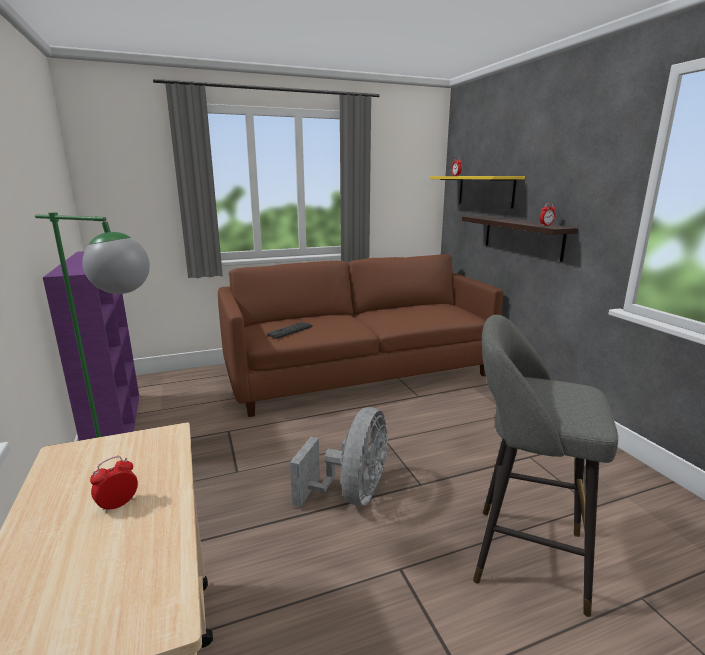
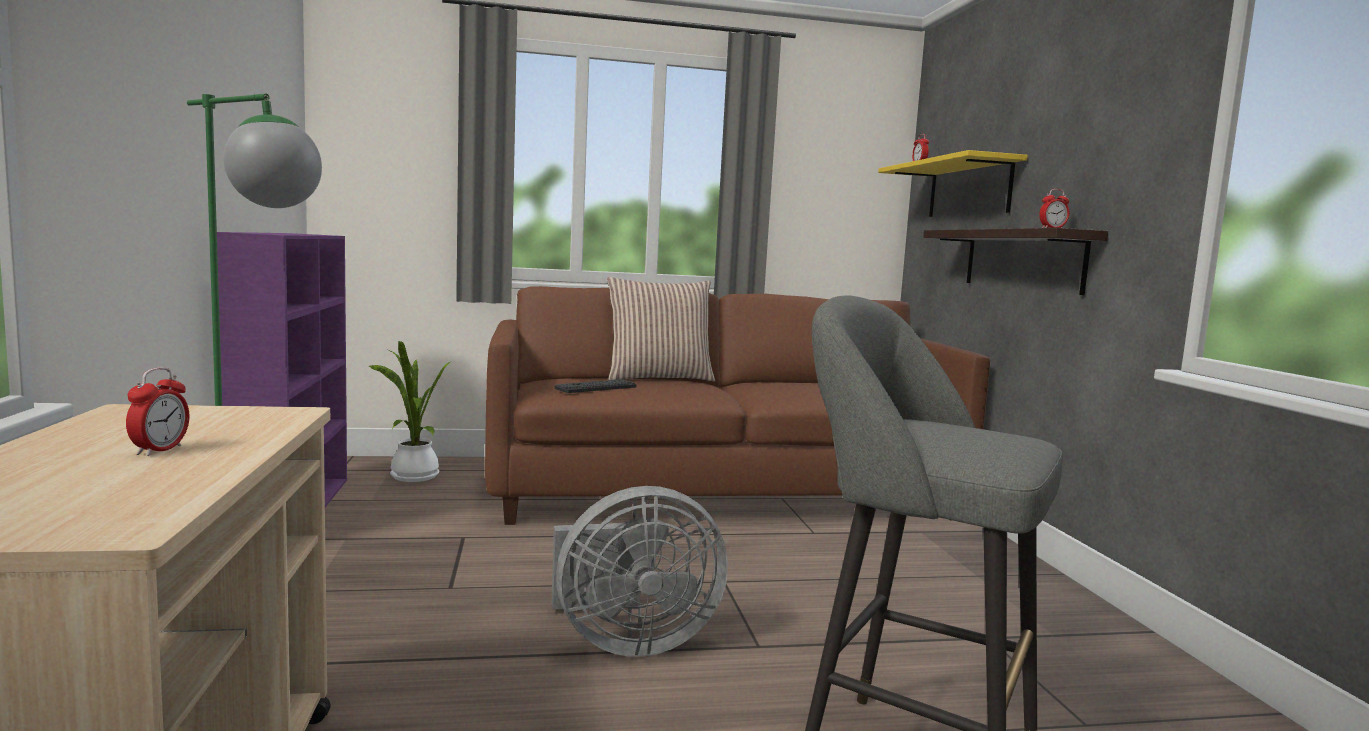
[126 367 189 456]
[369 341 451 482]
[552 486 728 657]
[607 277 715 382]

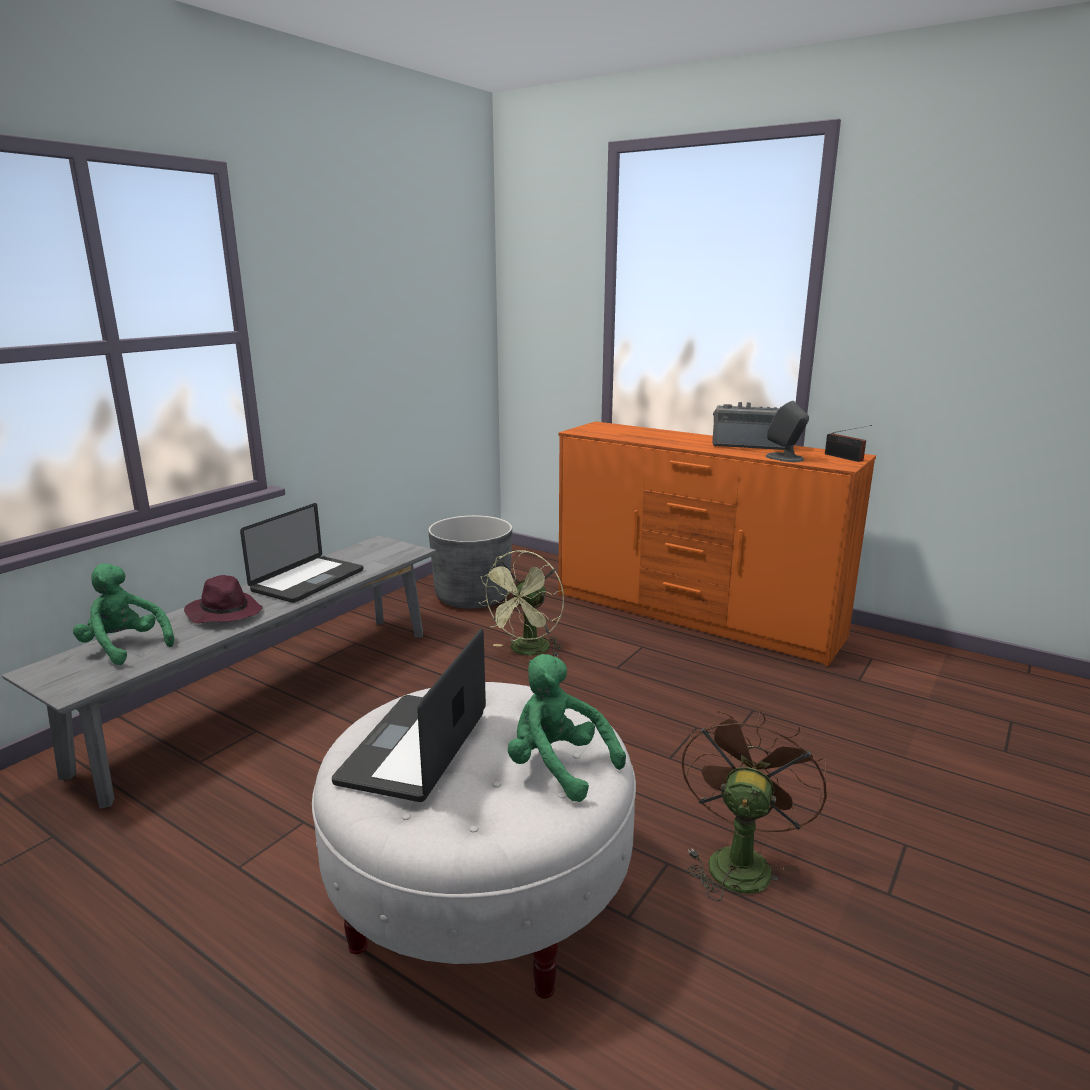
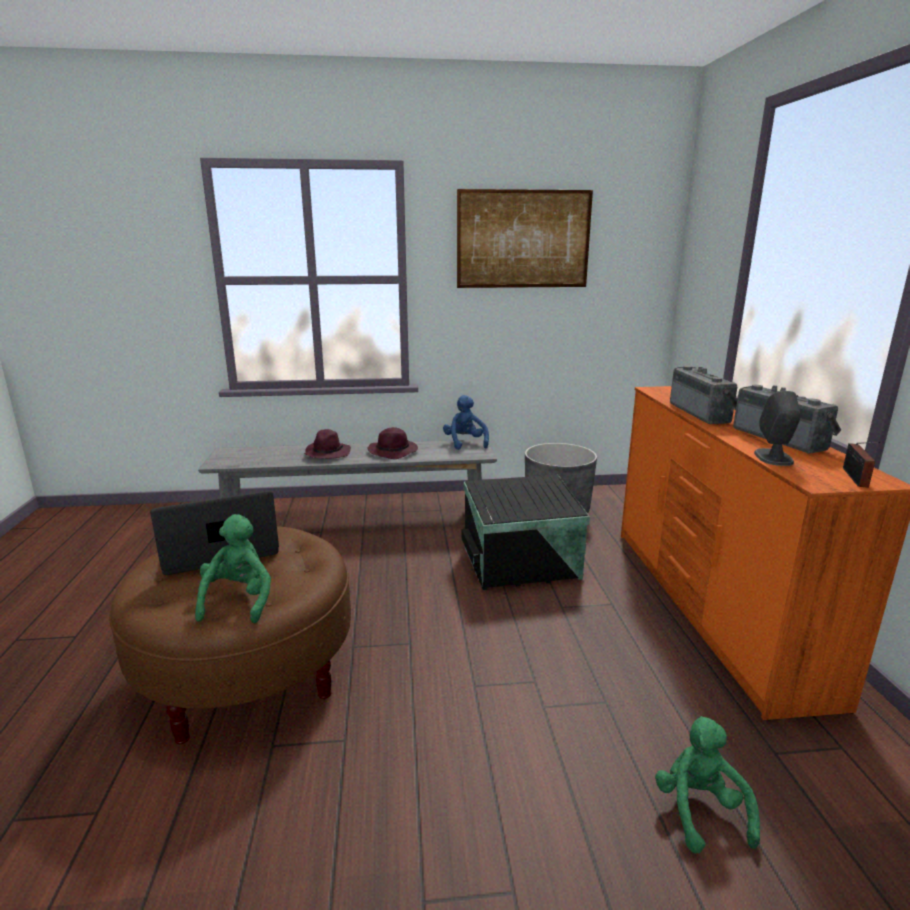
[109 526 351 744]
[367 427 418 459]
[443 395 489 450]
[457 189 593 288]
[462 475 590 590]
[655 716 760 853]
[670 366 737 424]
[682 709 827 901] (first image)

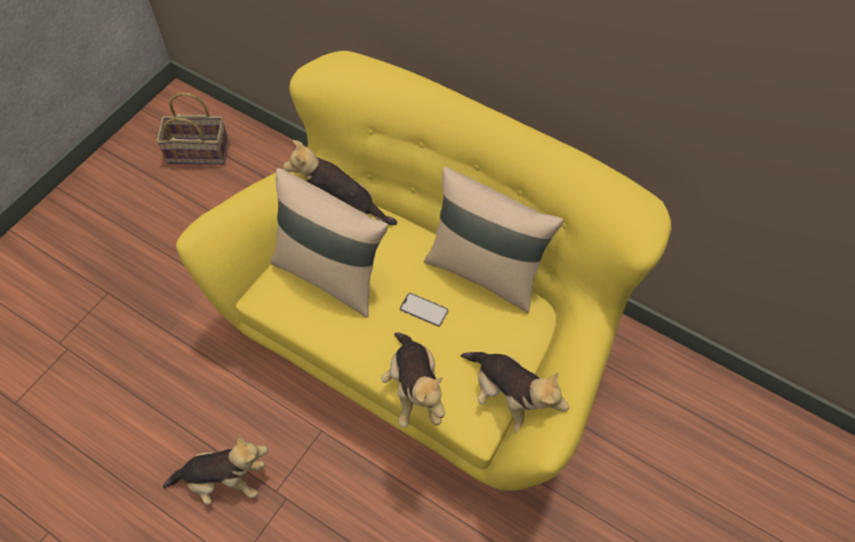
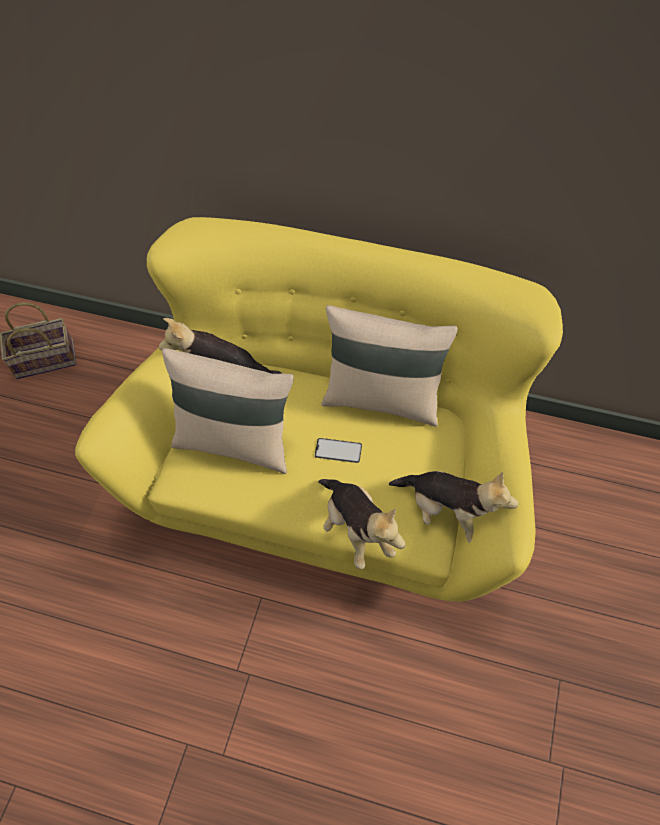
[163 435 268 505] (first image)

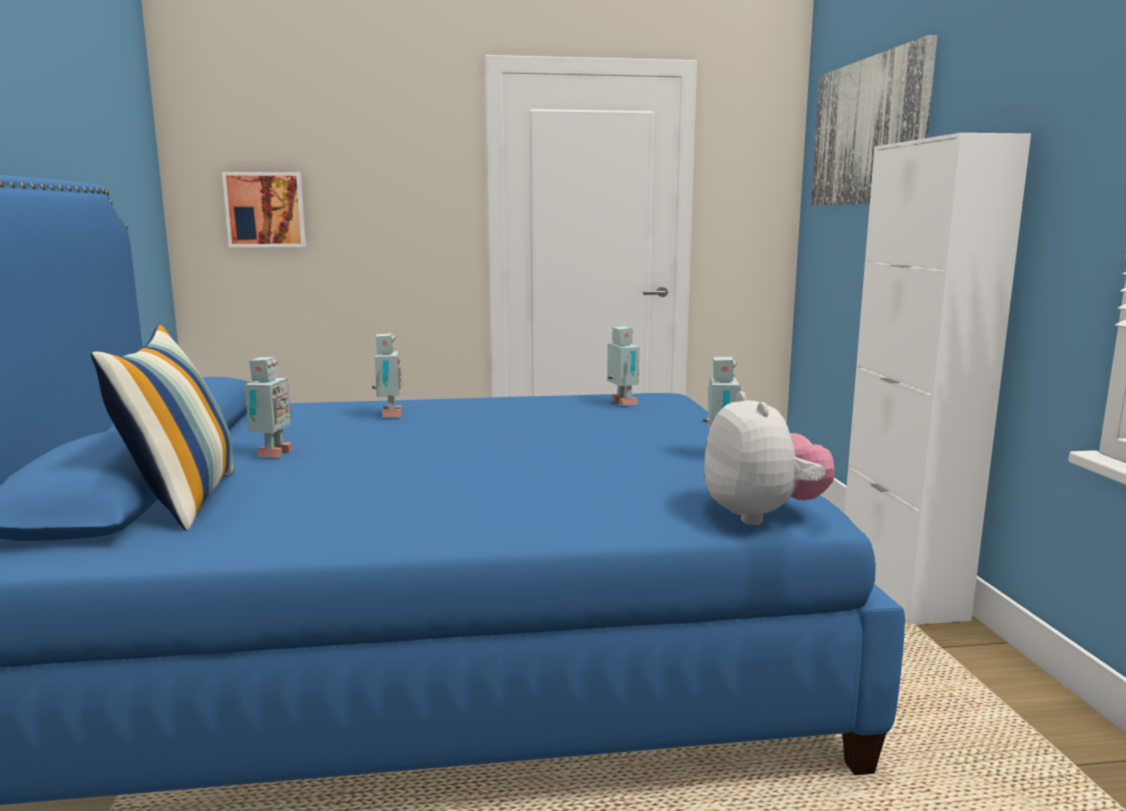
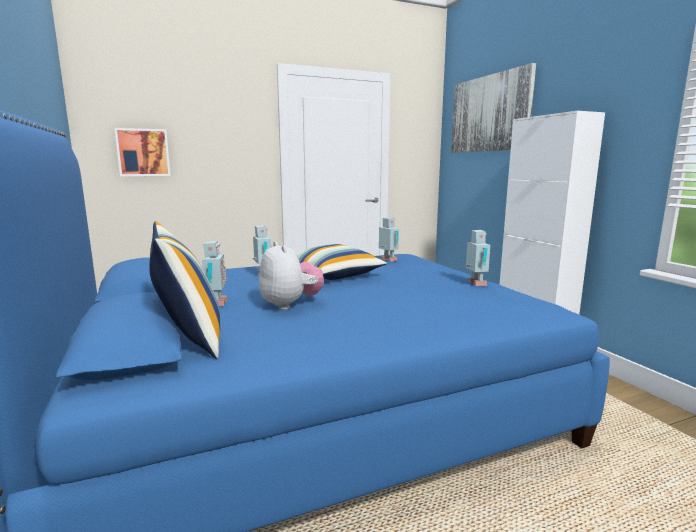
[259 241 324 310]
[296 244 387 280]

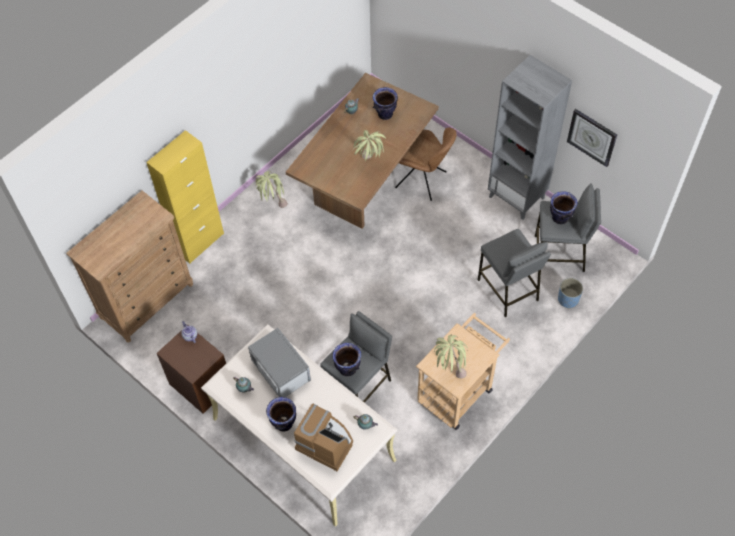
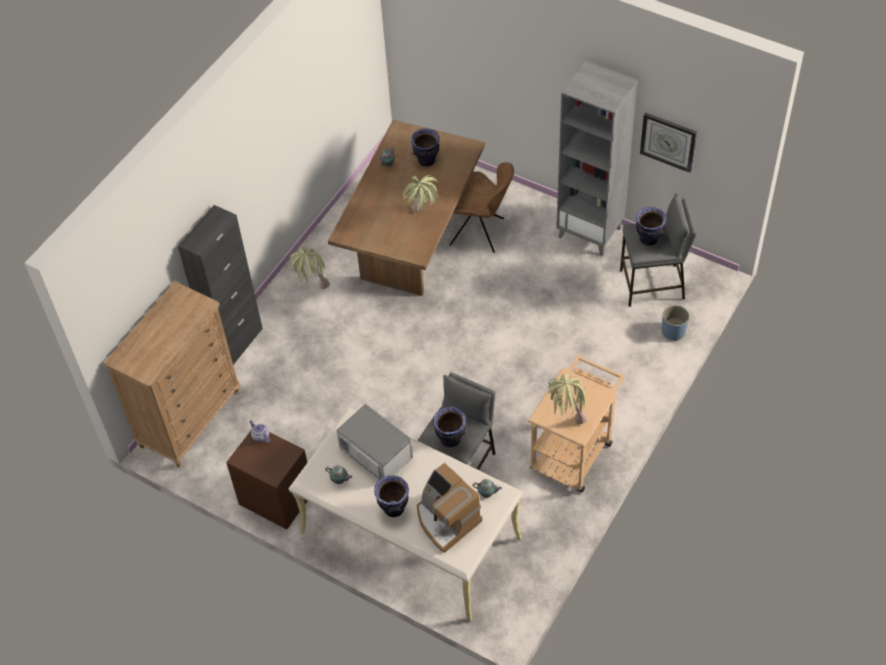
[178 205 263 365]
[417 463 482 553]
[478 229 551 318] (first image)

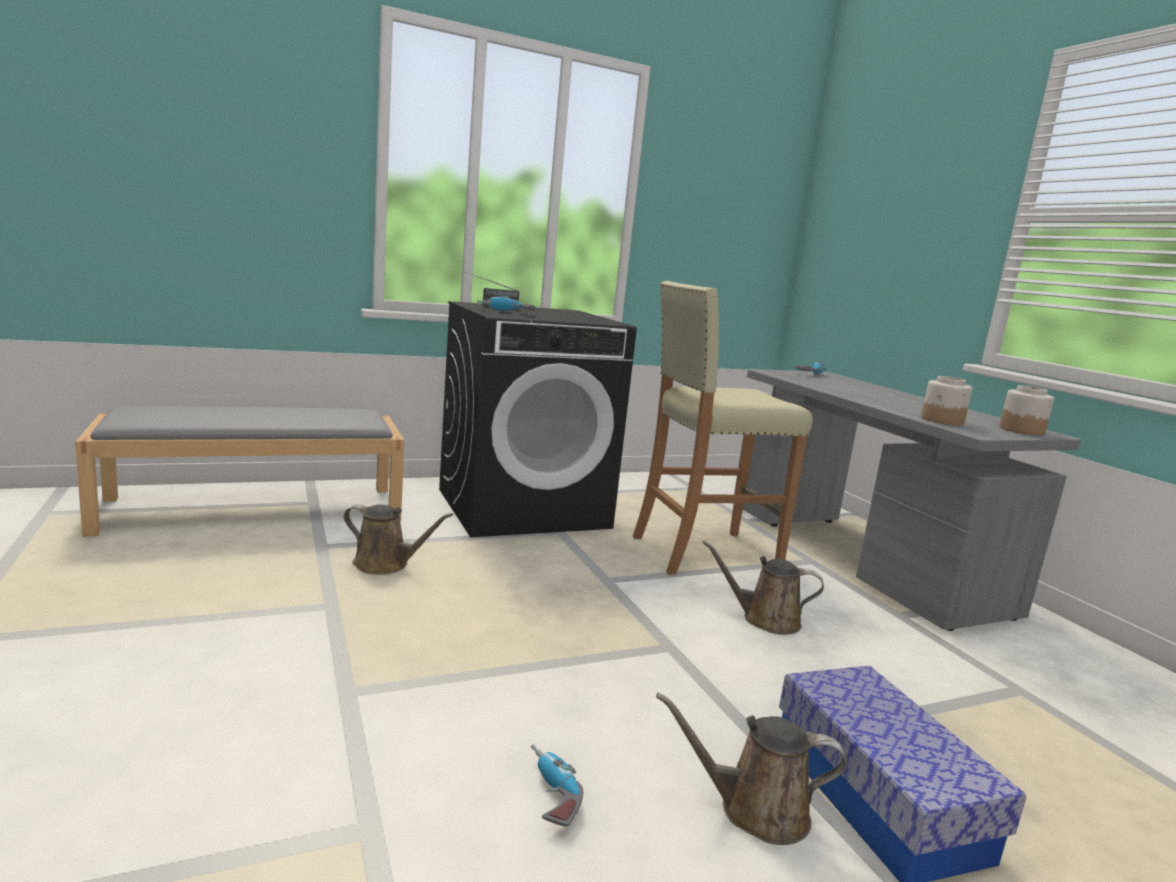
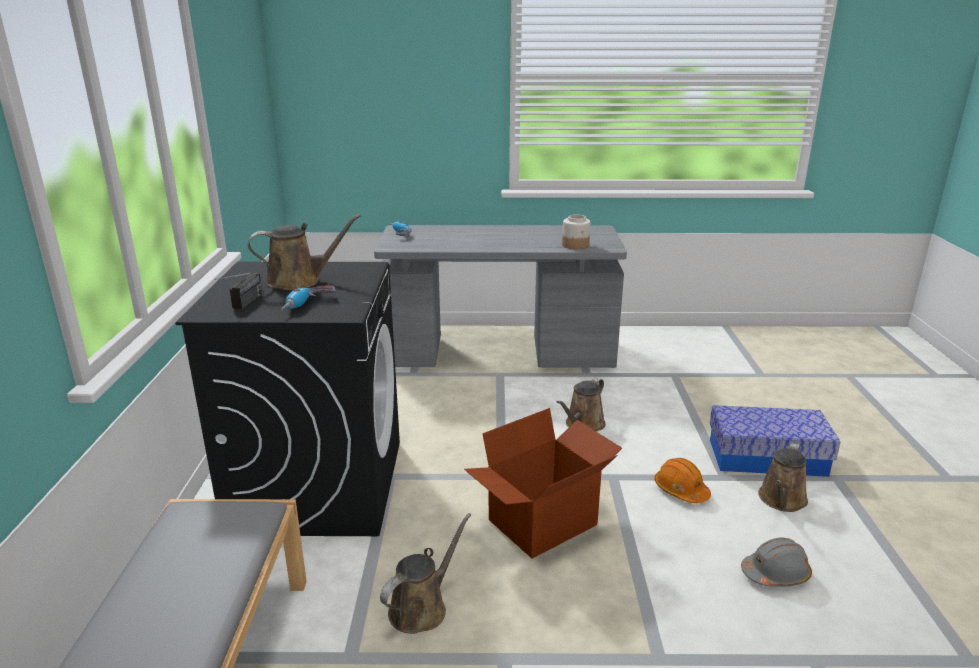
[248 214 361 290]
[464 408 622 559]
[654 458 711 503]
[741 538 812 587]
[633 281 813 575] (first image)
[999 385 1054 436] (first image)

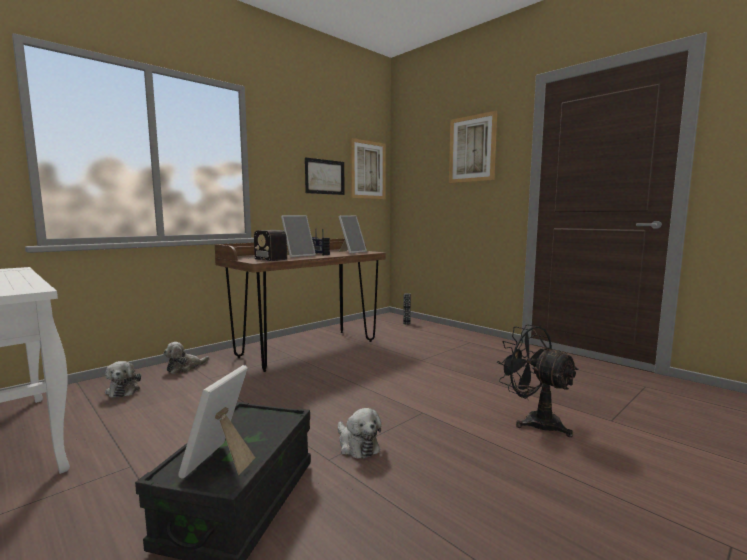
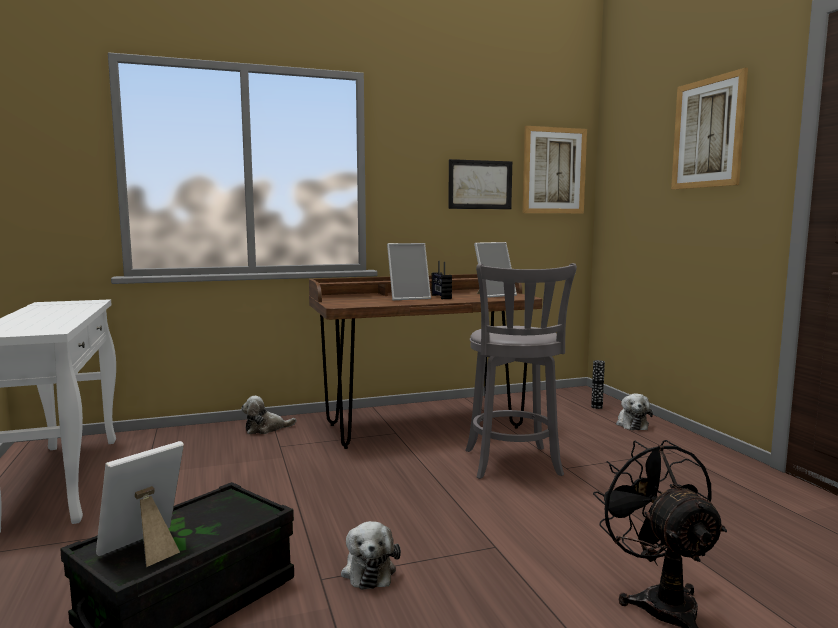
[465 263 577 479]
[616 393 653 430]
[247 230 287 261] (first image)

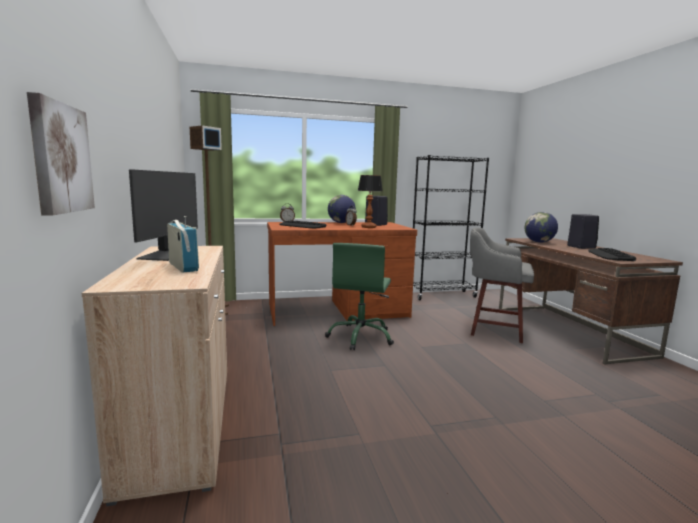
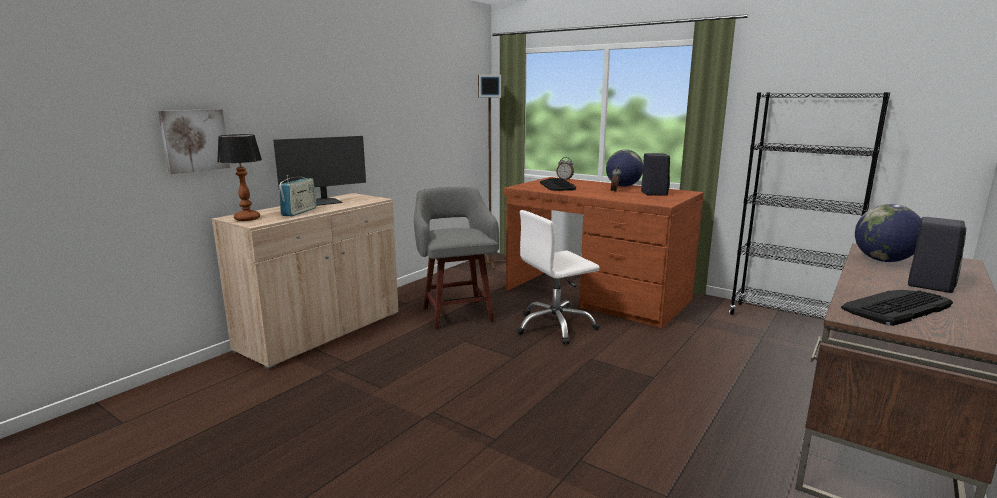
[217 134 262 221]
[414 187 499 330]
[517 210 600 345]

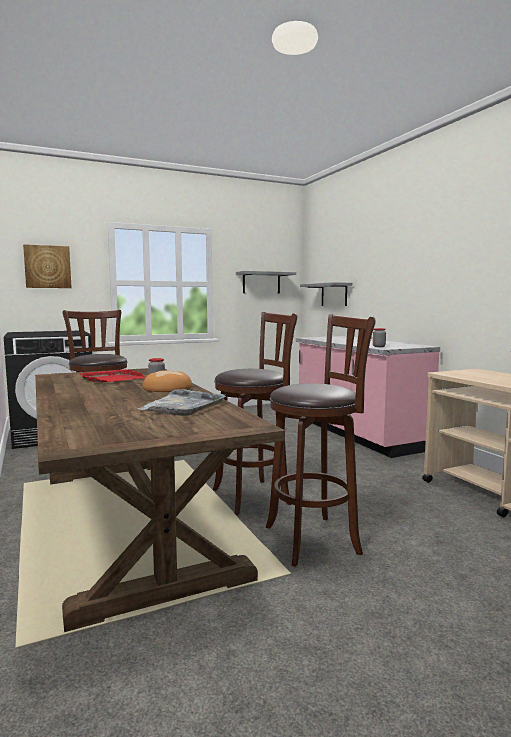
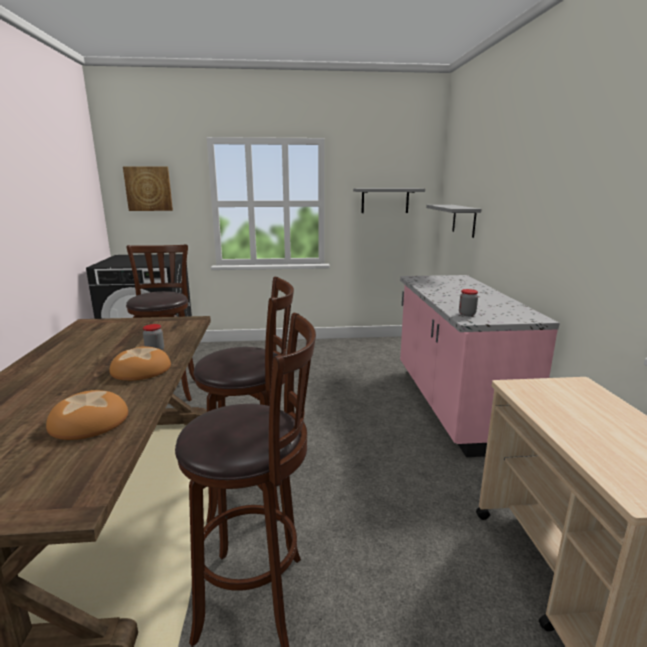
[46 390 128 440]
[80 369 146 382] (first image)

